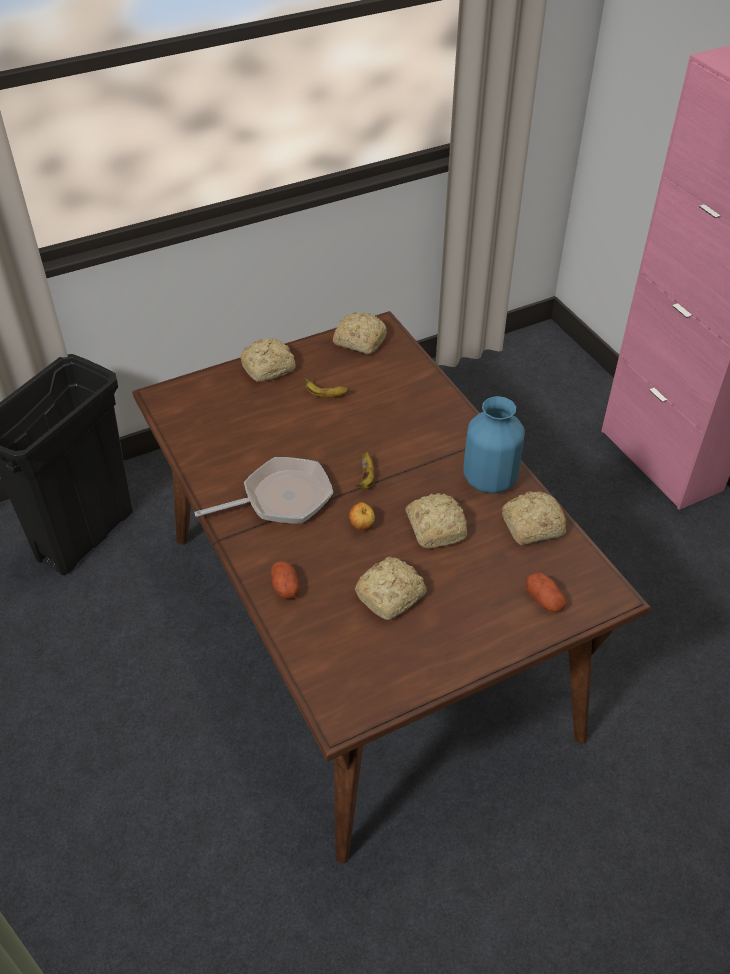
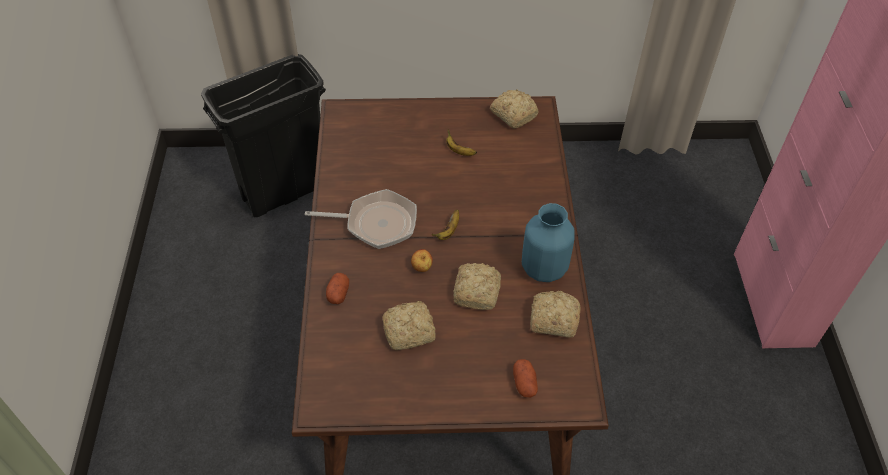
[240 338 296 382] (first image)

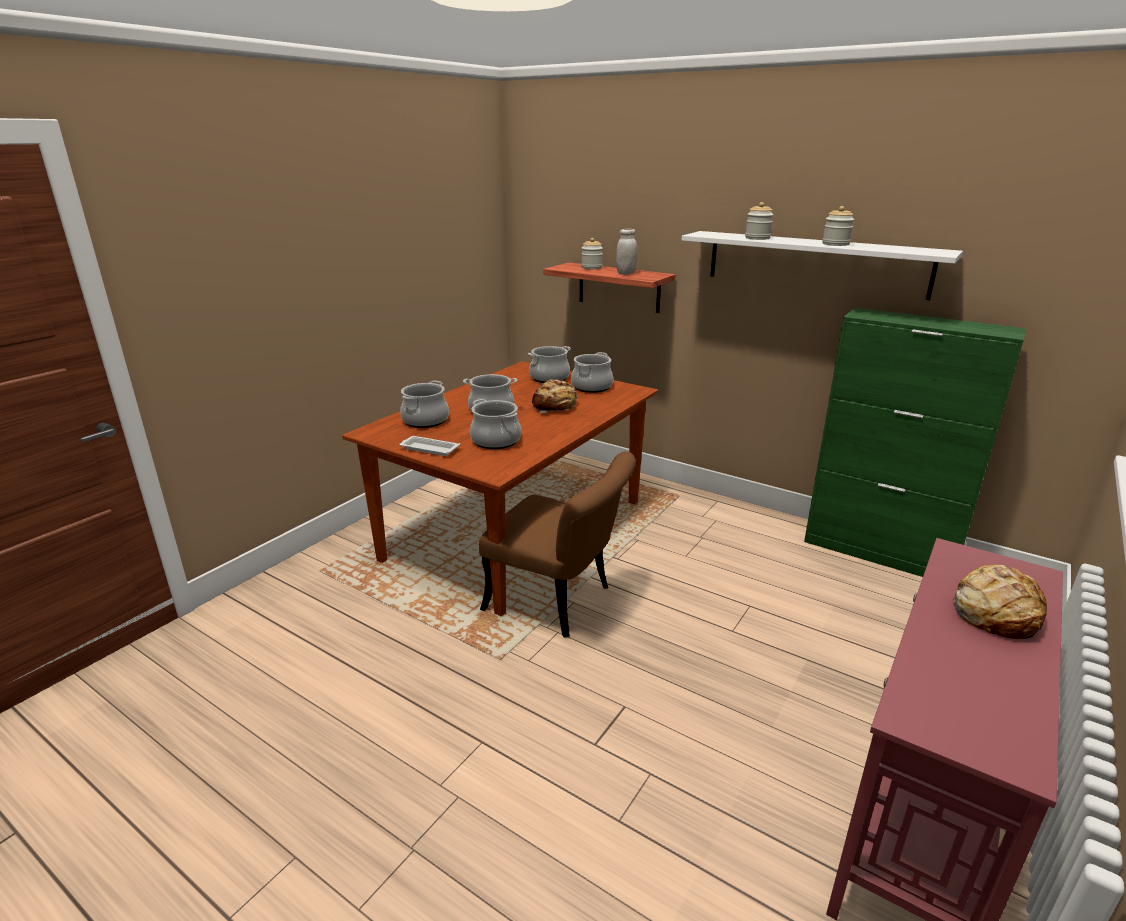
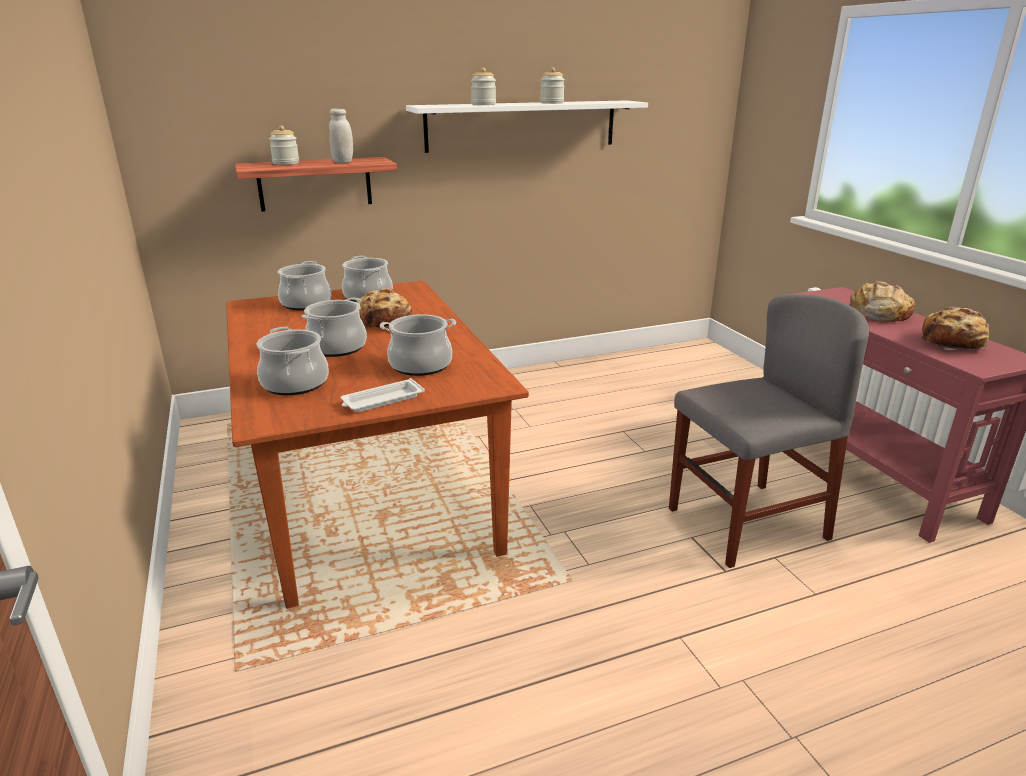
[669 294 869 568]
[921 306 990 350]
[479 451 636 638] (first image)
[804 308 1027 577] (first image)

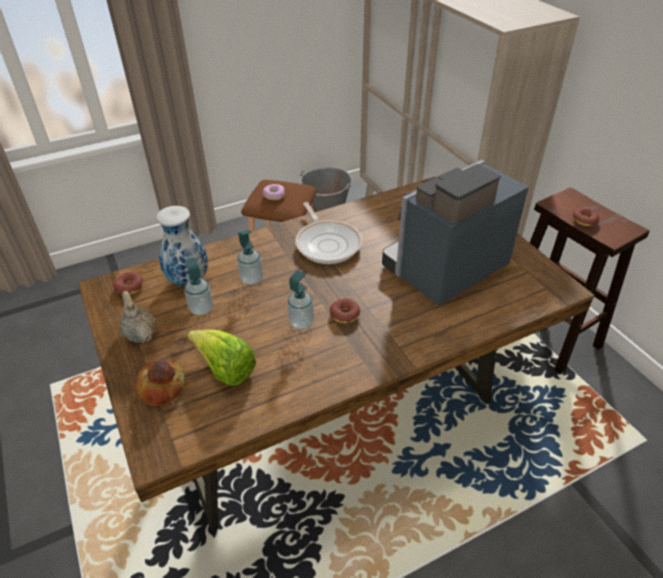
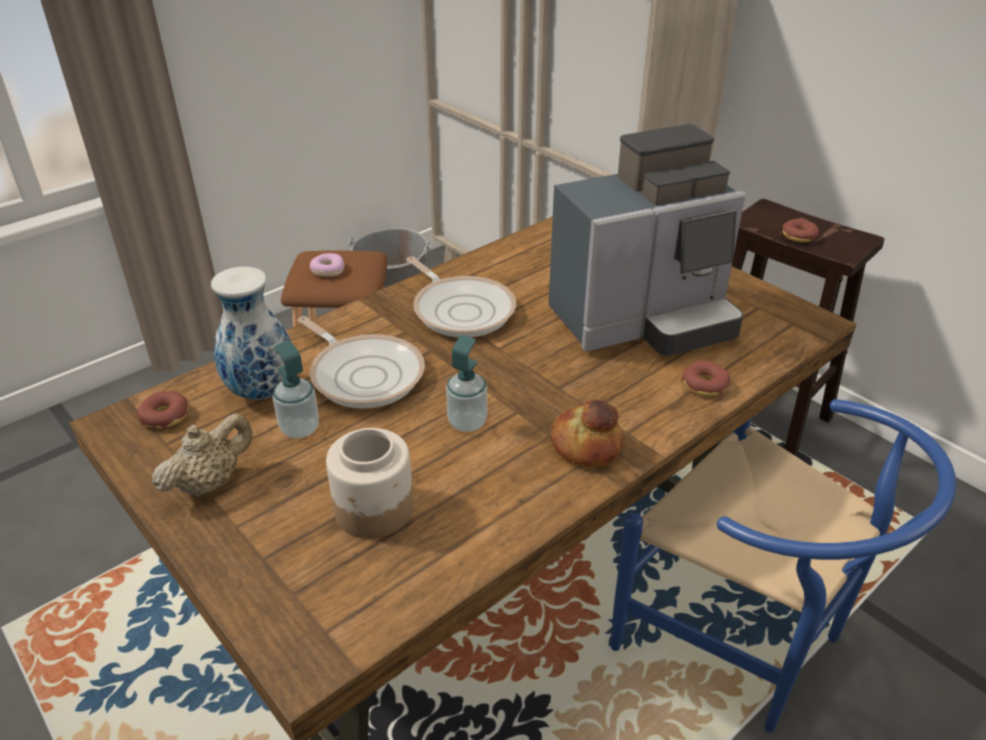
[152 413 253 497]
[298 316 425 409]
[326 428 413 538]
[549 124 746 356]
[551 400 623 468]
[611 399 956 733]
[681 361 730 397]

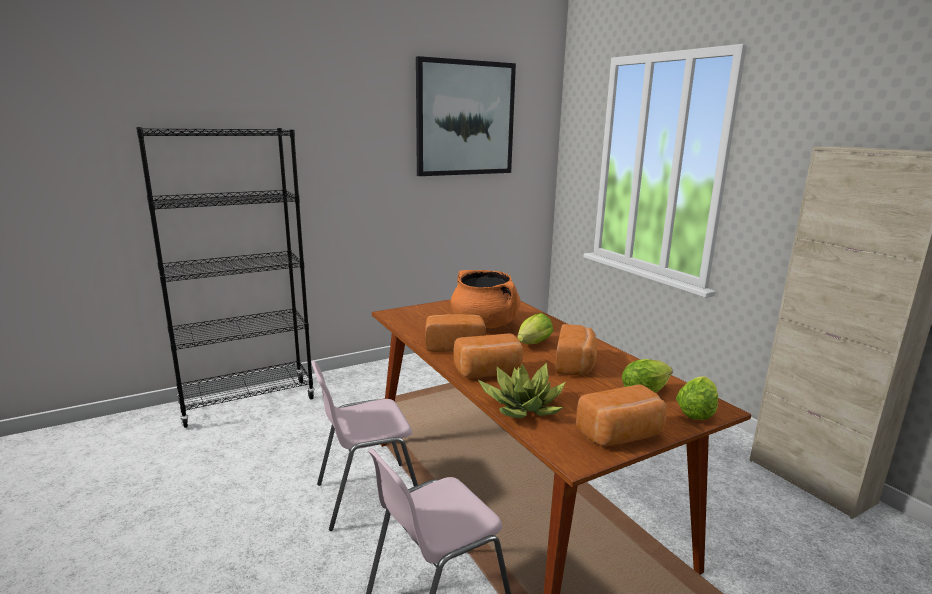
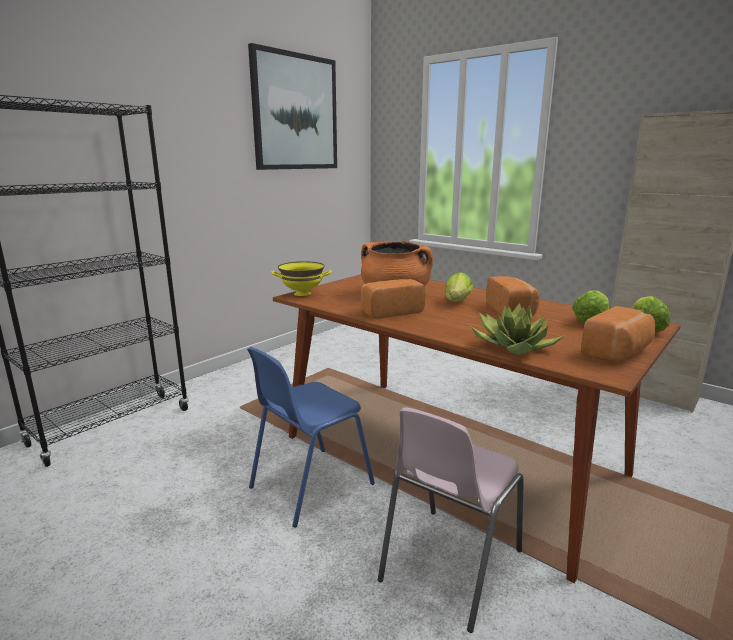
[247 347 375 528]
[271 261 332 296]
[454 333 523 378] (first image)

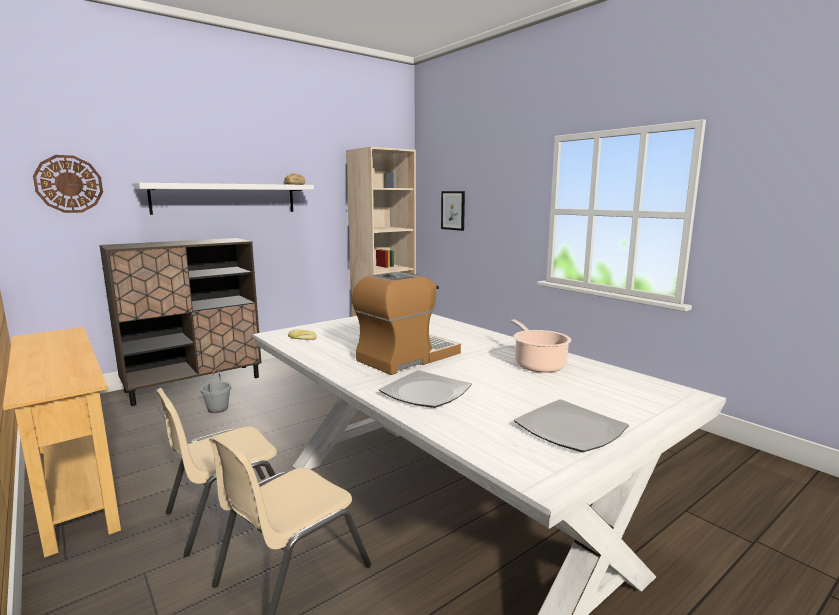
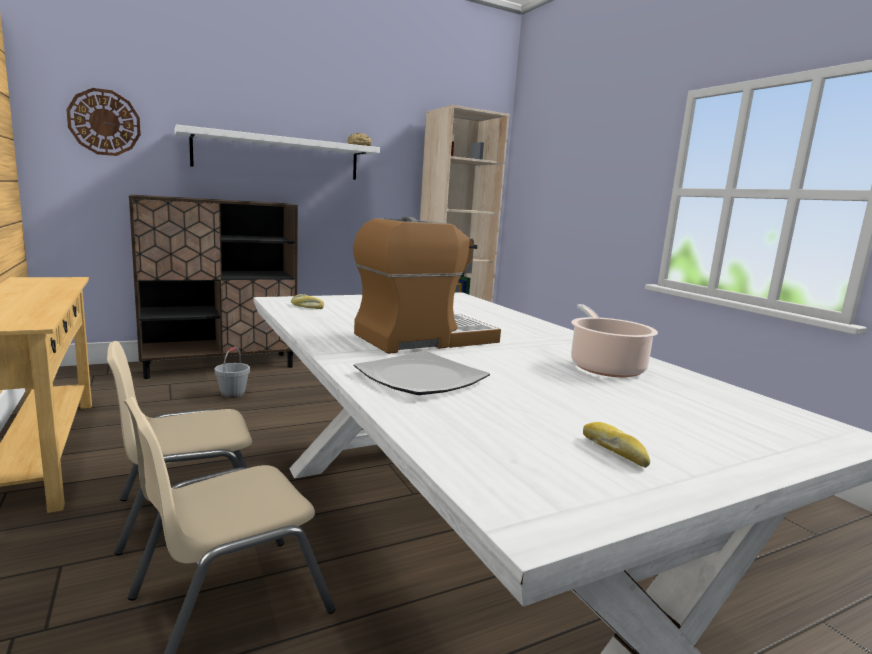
[583 422 650 468]
[441 191 465 231] (first image)

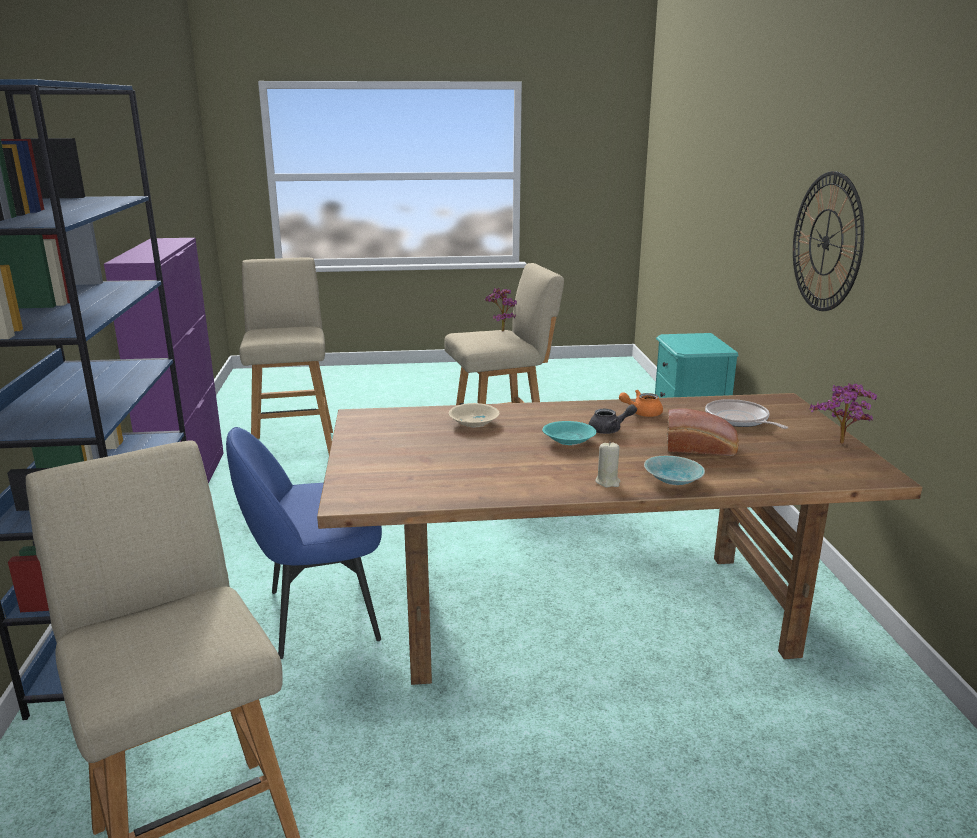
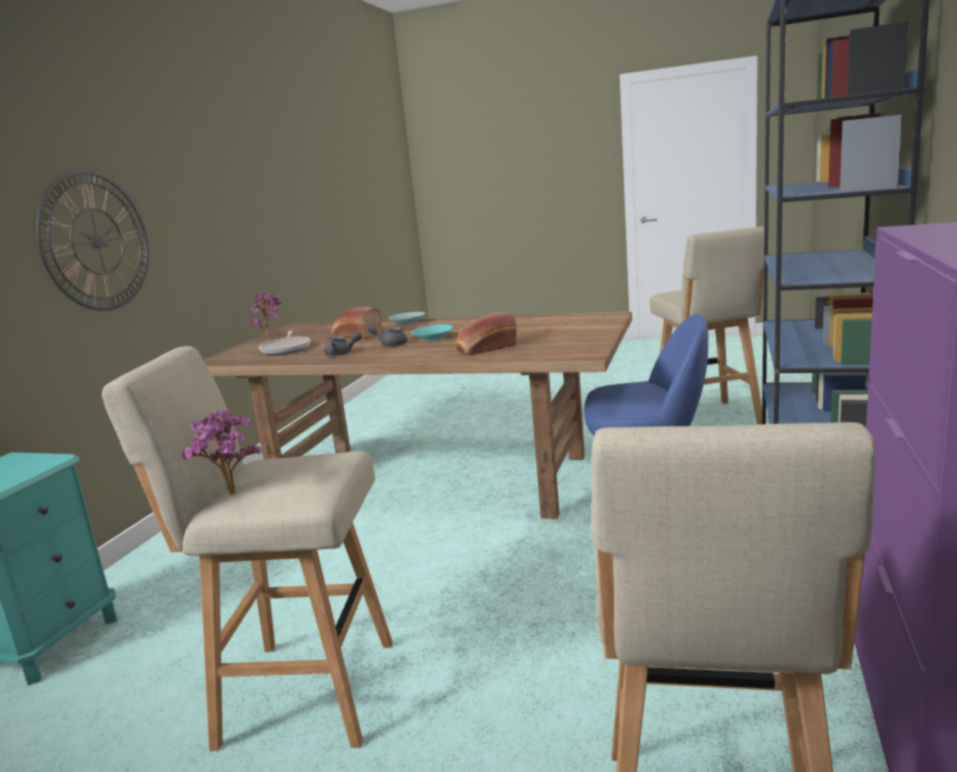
[324 332 362 356]
[456 312 516 355]
[595 441 620 488] (first image)

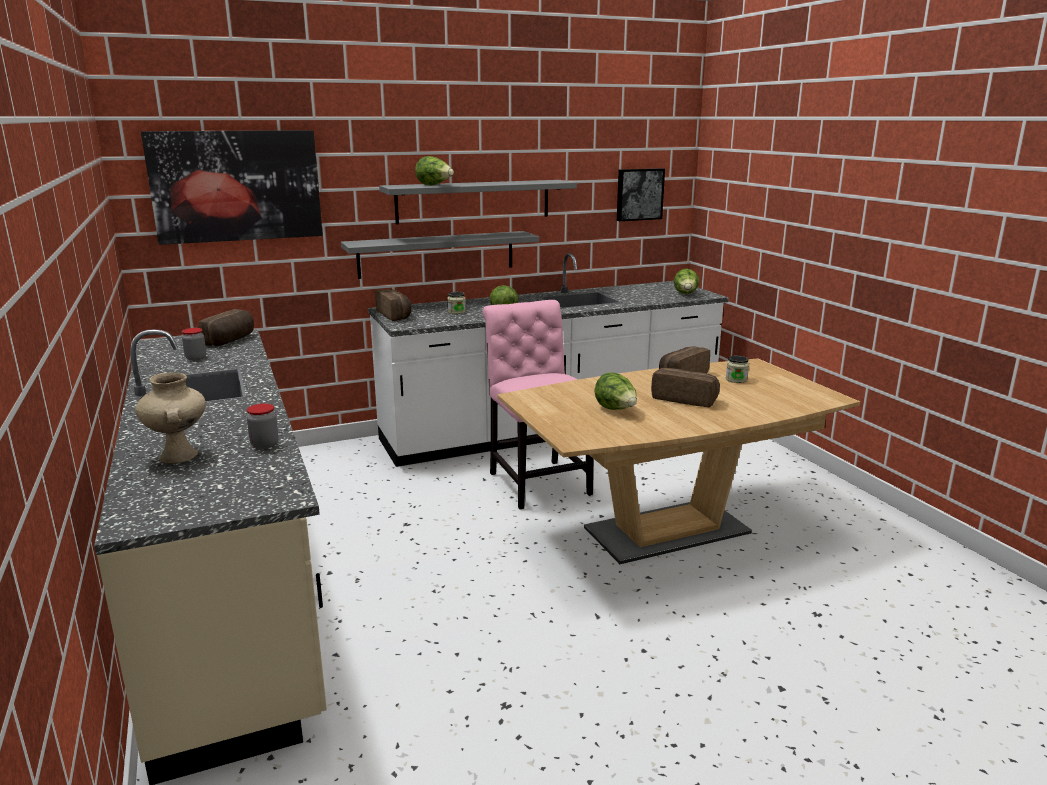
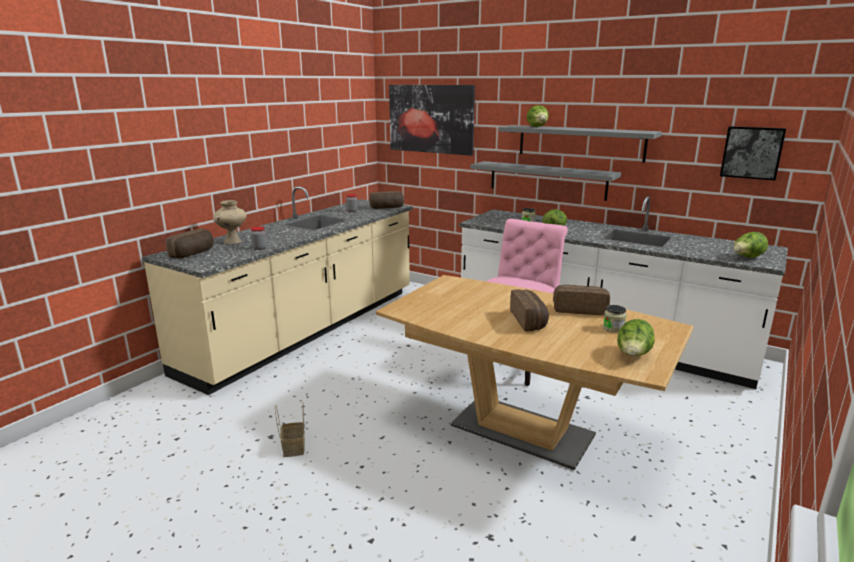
[166 228 214 258]
[275 402 304 457]
[617 319 654 356]

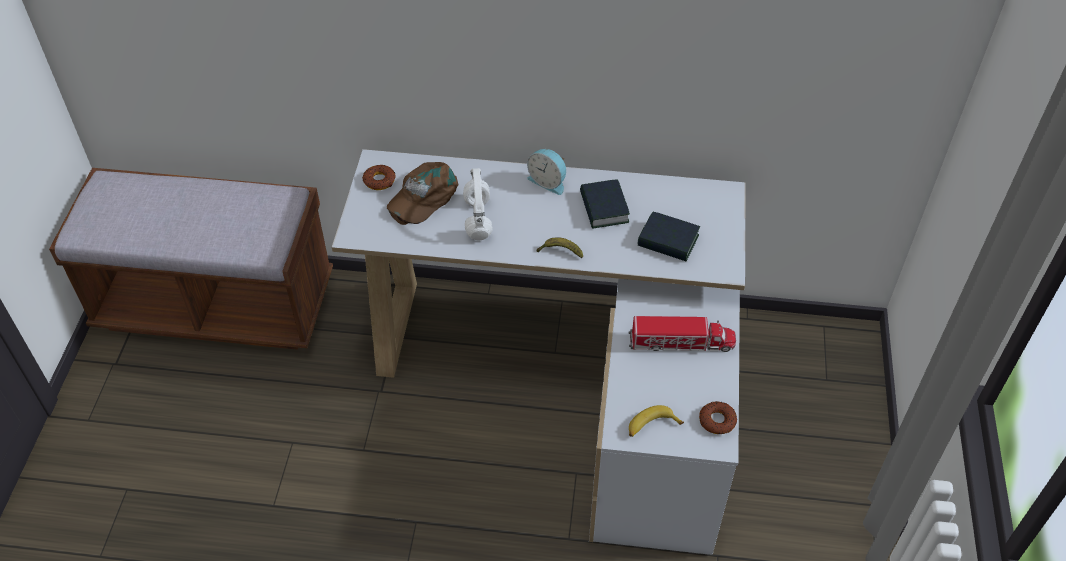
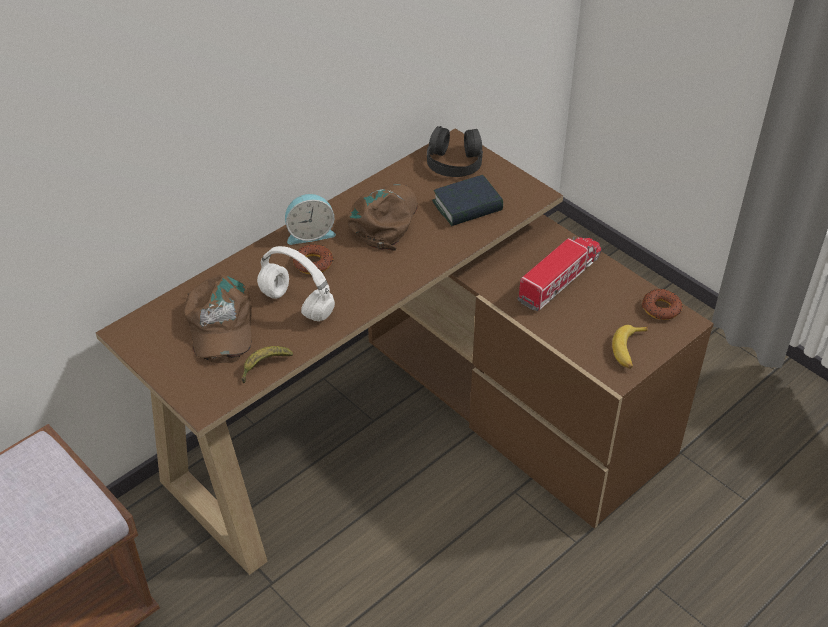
[96 128 714 575]
[242 346 293 383]
[293 244 333 274]
[348 184 418 251]
[427 126 483 177]

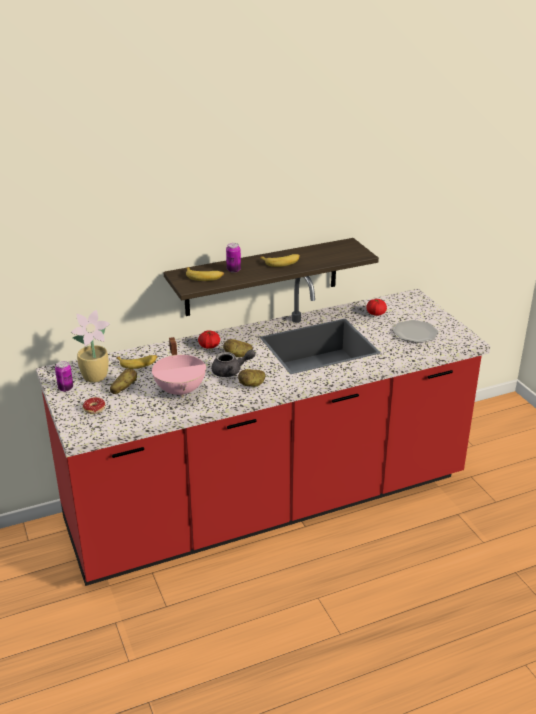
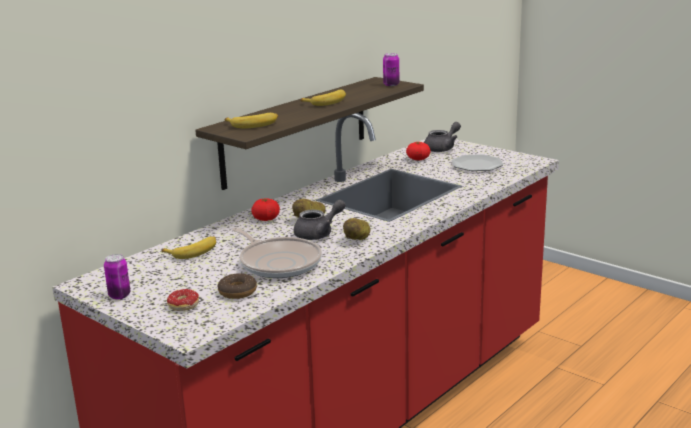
[218 273 257 299]
[232 227 322 278]
[383 53 399 86]
[424 122 461 152]
[71 310 110 382] (first image)
[110 369 137 394] (first image)

